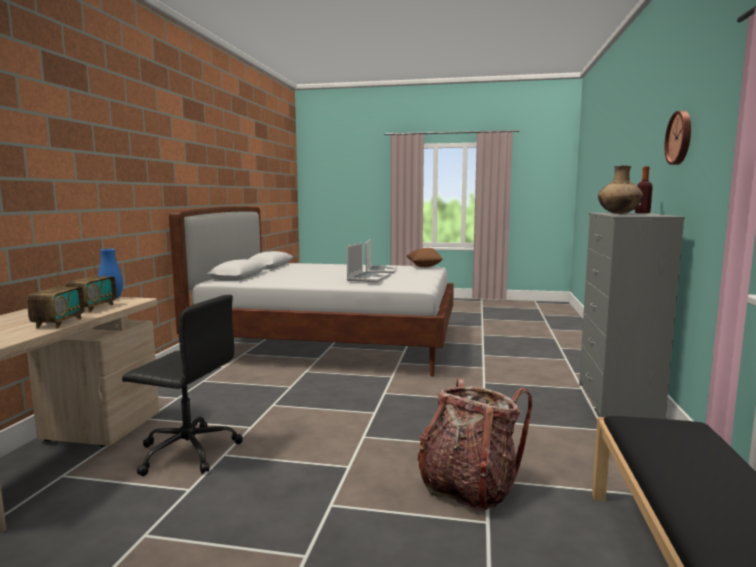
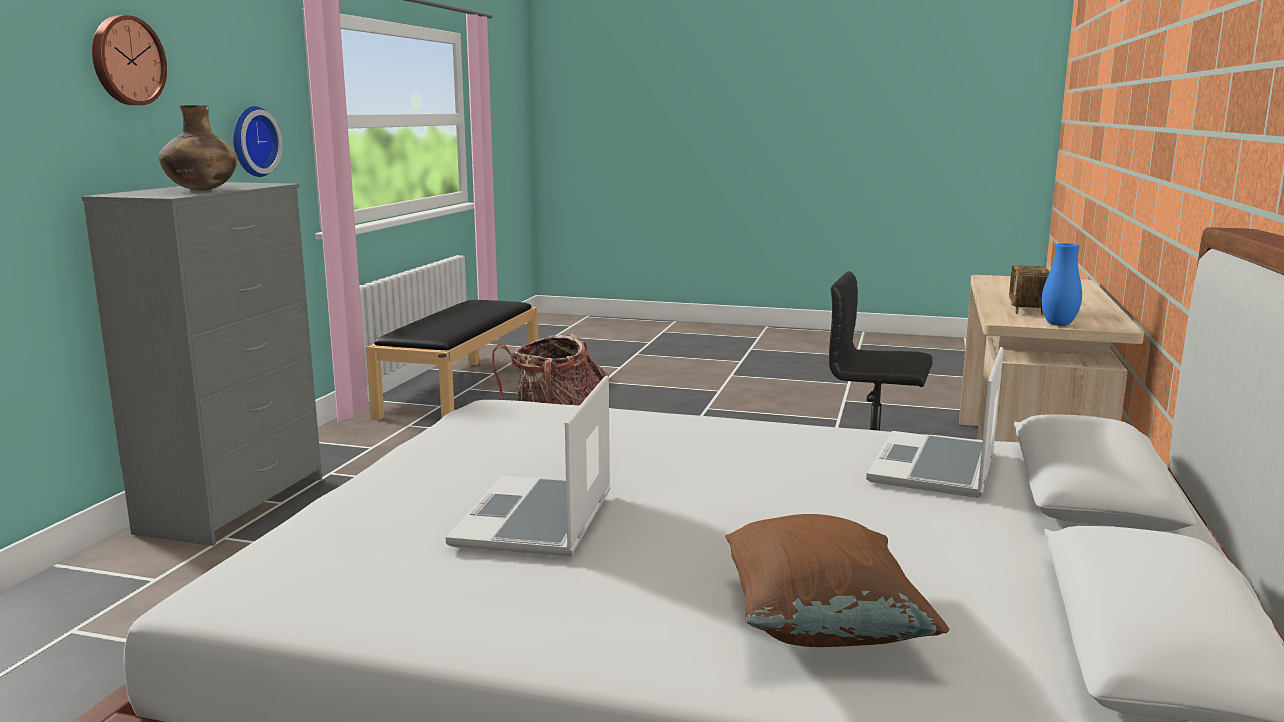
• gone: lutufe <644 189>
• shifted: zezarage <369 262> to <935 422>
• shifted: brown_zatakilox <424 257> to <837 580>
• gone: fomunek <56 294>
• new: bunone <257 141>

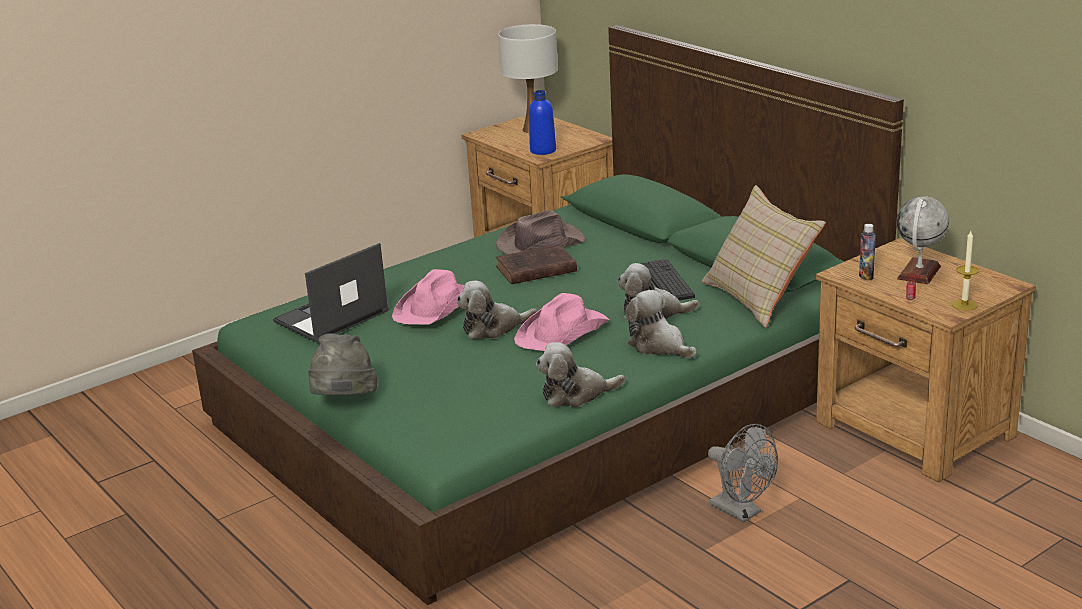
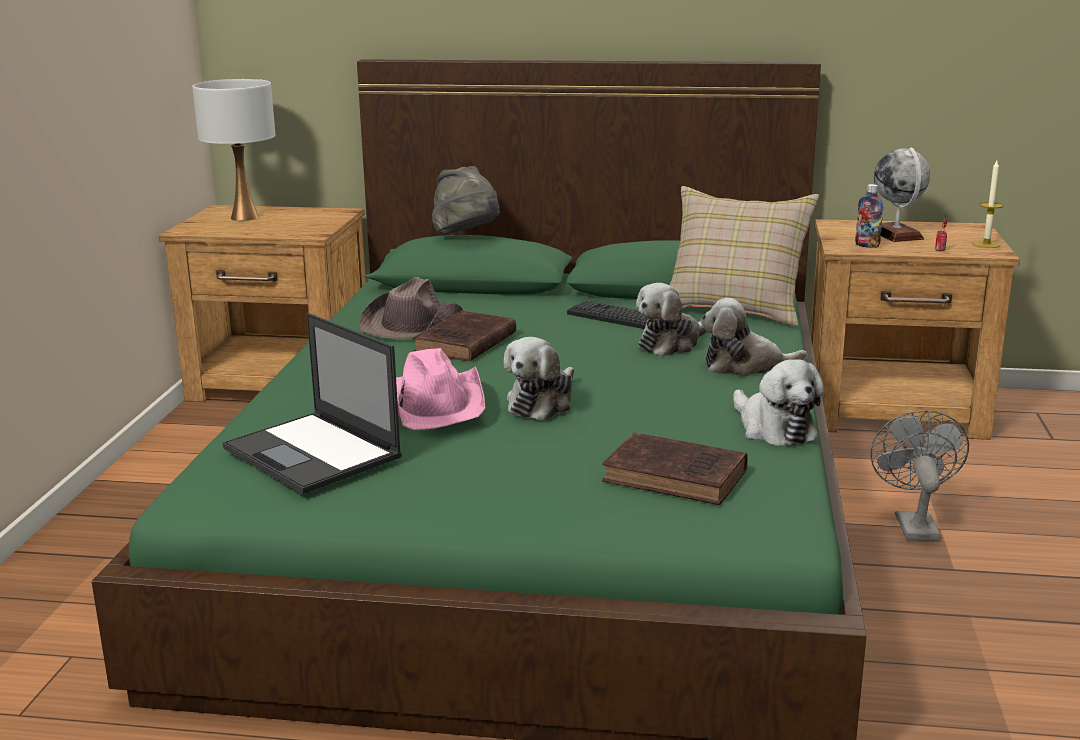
• gone: blue_lutufe <542 122>
• rotated: zezarage <331 293> = <312 403> 45 degrees counterclockwise
• gone: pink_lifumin <561 322>
• shifted: grey_lifumin <342 364> to <466 200>
• rotated: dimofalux <580 374> = <778 403> 60 degrees counterclockwise
• rotated: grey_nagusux <743 473> = <919 475> 90 degrees counterclockwise
• new: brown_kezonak <675 468>

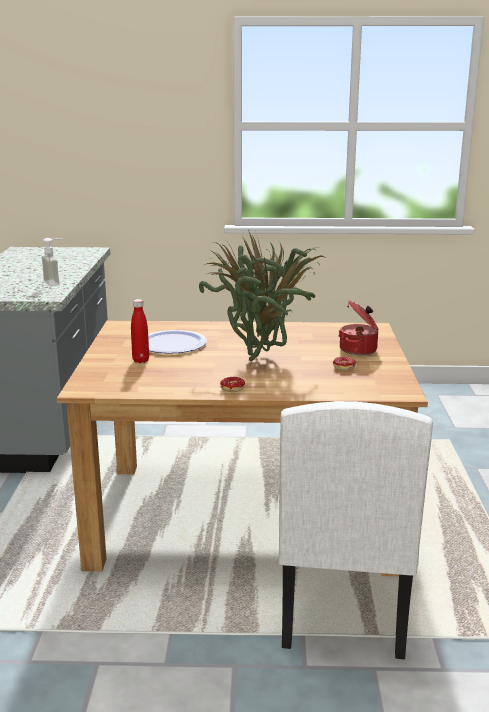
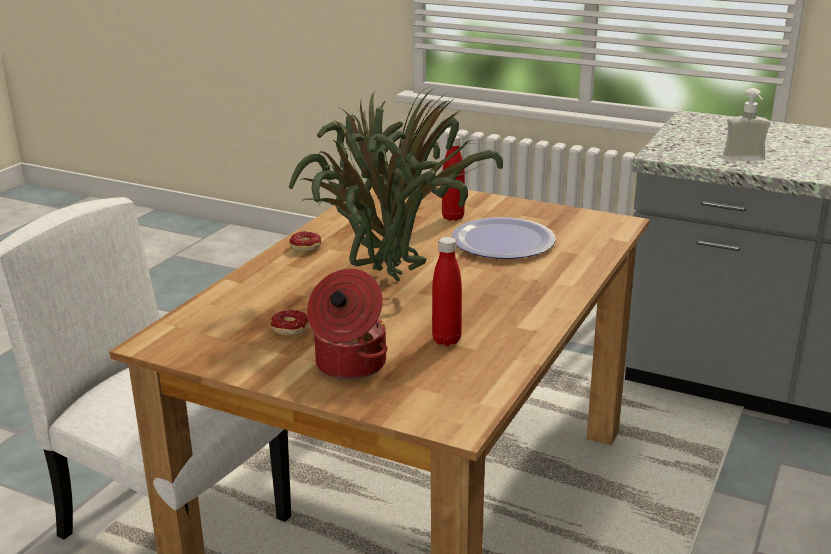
• new: red_lutufe <447 291>

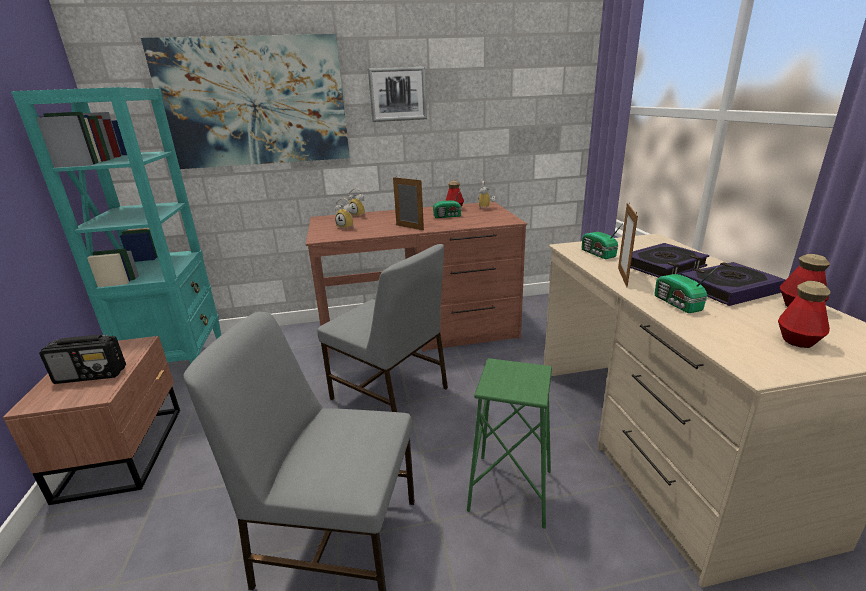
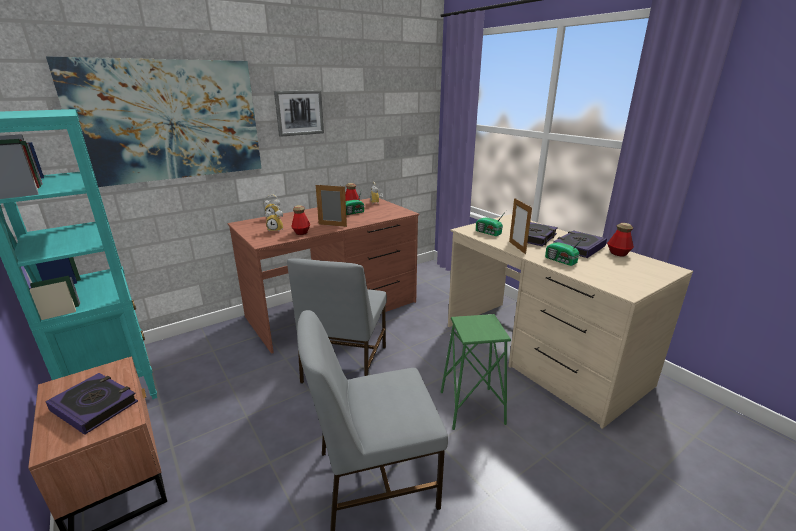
• rotated: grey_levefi <382 328> = <337 321> 90 degrees clockwise
• shifted: lutufe <804 314> to <300 220>
• swapped: fomunek <82 359> to kezonak <91 404>

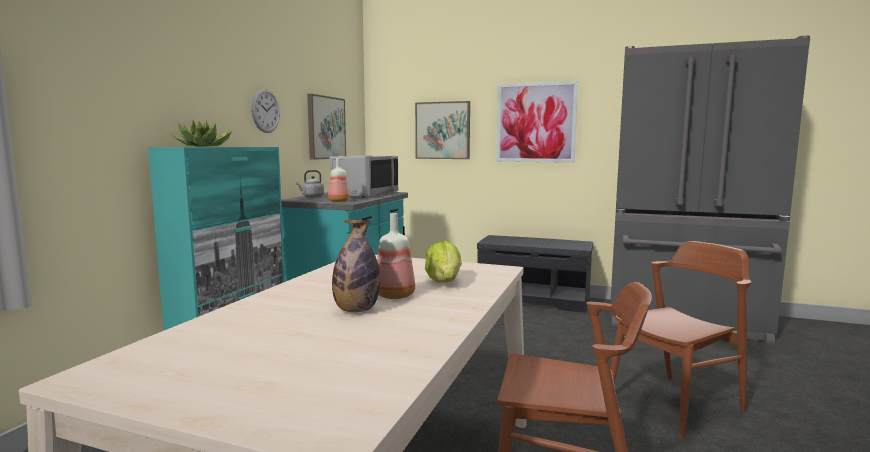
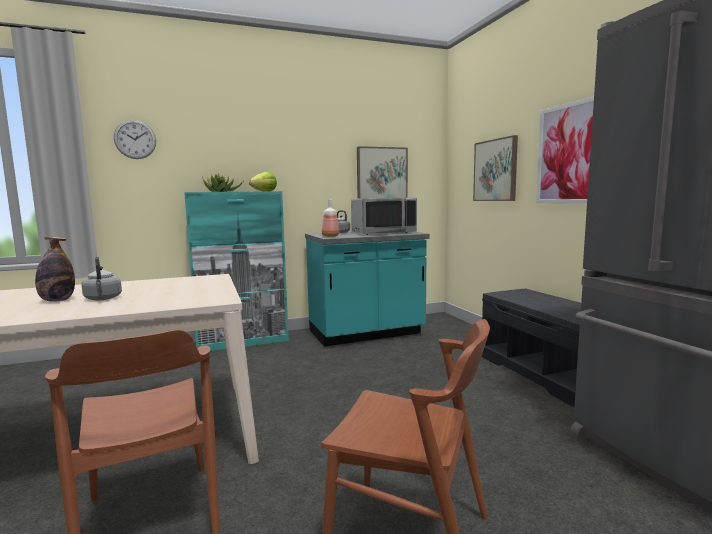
• shifted: bunone <265 111> to <135 139>
• swapped: lutufe <396 256> to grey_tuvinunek <102 278>
• shifted: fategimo <443 261> to <263 181>

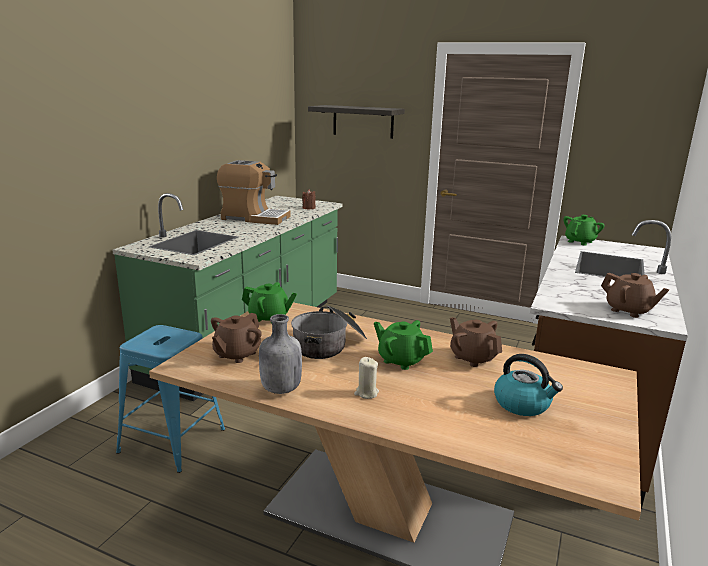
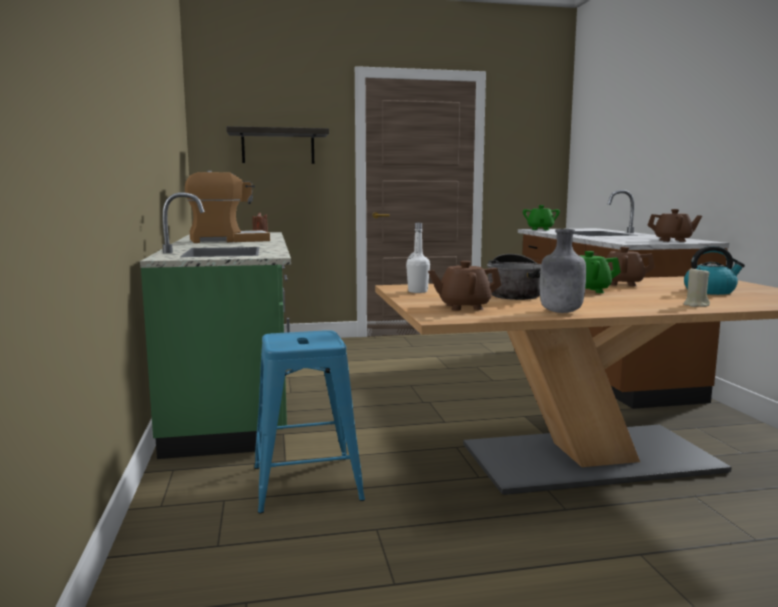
• swapped: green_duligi <269 302> to white_lutufe <418 258>
• rotated: brown_duligi <236 338> = <464 286> 90 degrees clockwise
• shifted: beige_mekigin <366 378> to <697 287>

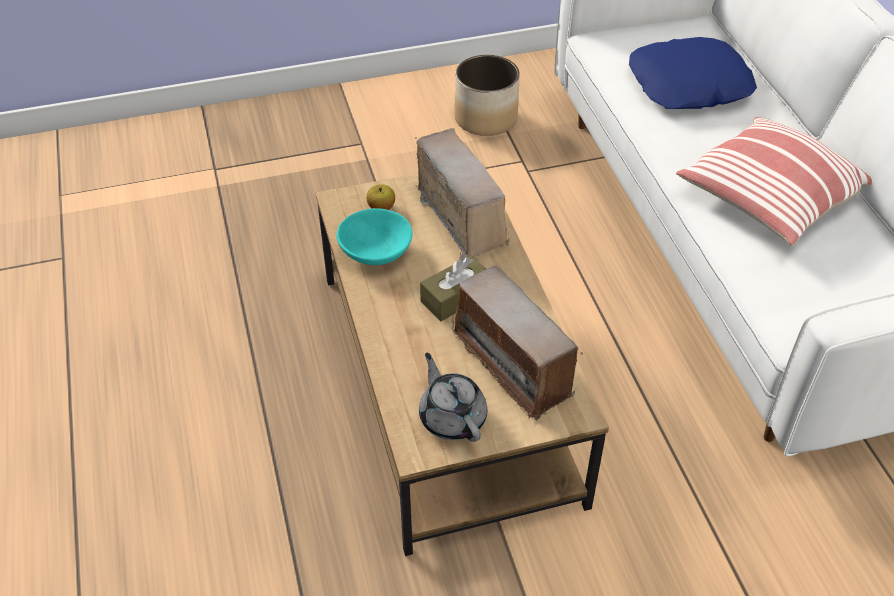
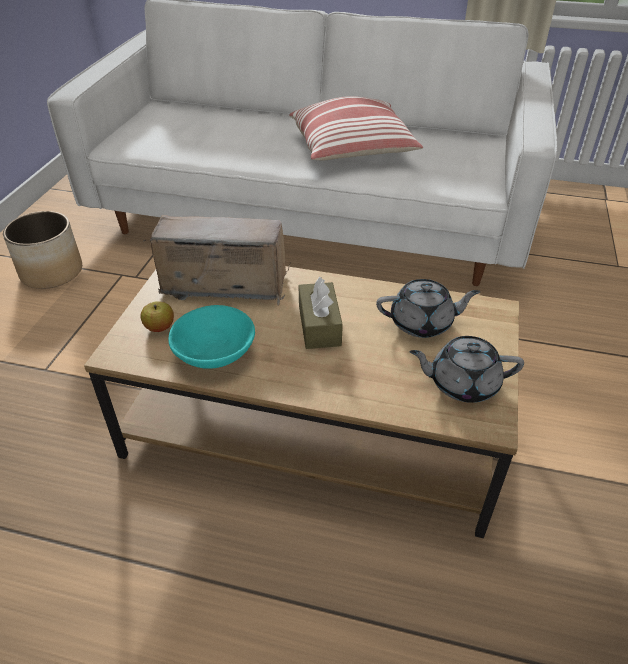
• gone: blue_zatakilox <693 73>
• swapped: fomunek <517 343> to grey_duligi <428 308>

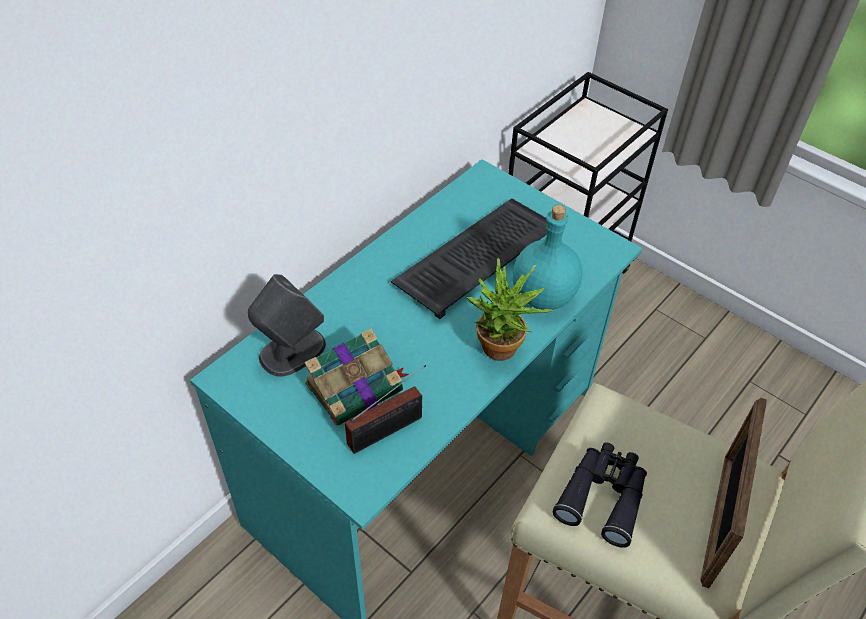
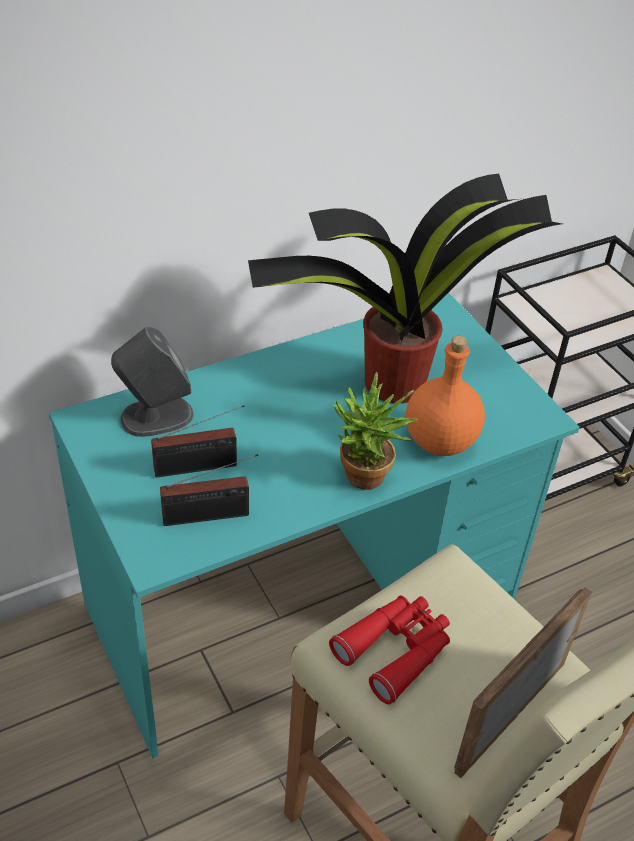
• swapped: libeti <469 258> to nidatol <405 289>
• repainted: turquoise_lutufe <547 257> to orange_lutufe <445 396>
• swapped: kezonak <356 377> to fomunek <198 441>
• repainted: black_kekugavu <599 495> to red_kekugavu <389 650>

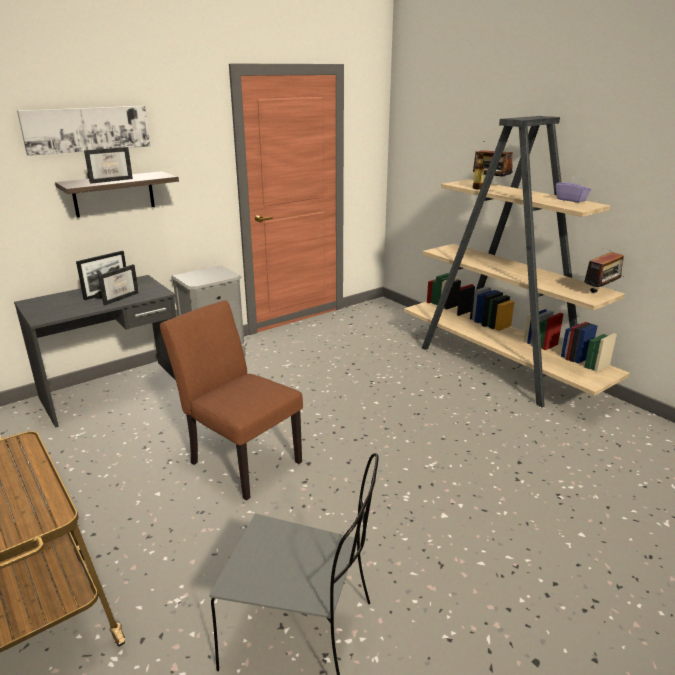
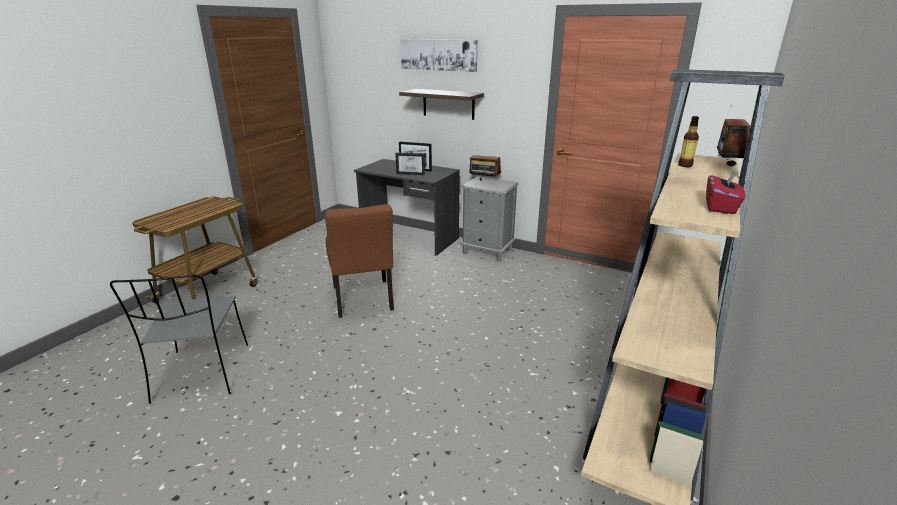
• gone: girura <108 165>
• repainted: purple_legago <573 189> to red_legago <725 192>
• shifted: fomunek <603 272> to <485 168>
• rotated: brown_levefi <231 400> = <359 261> 150 degrees clockwise

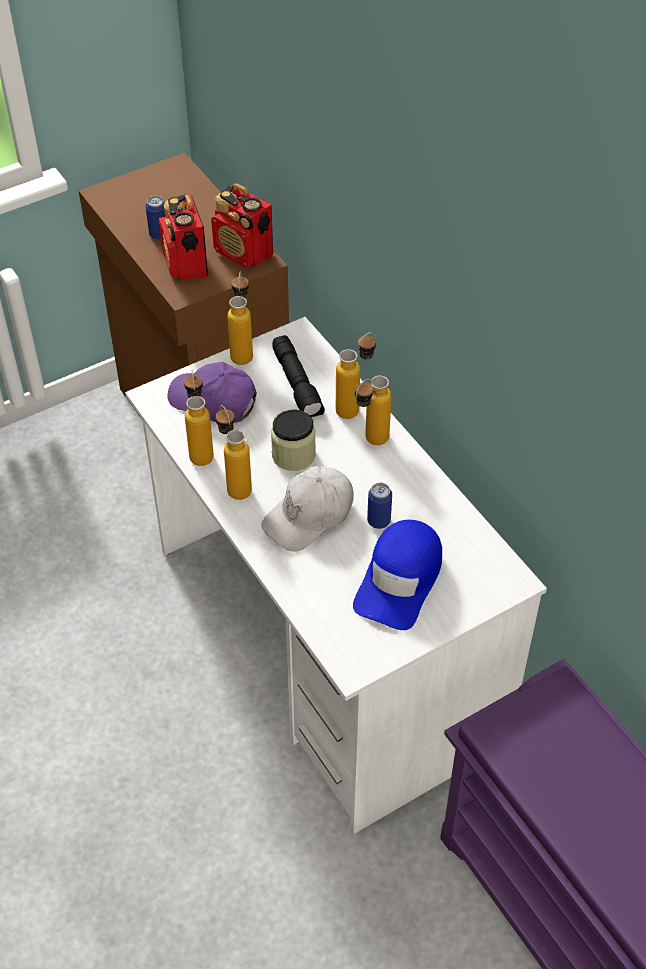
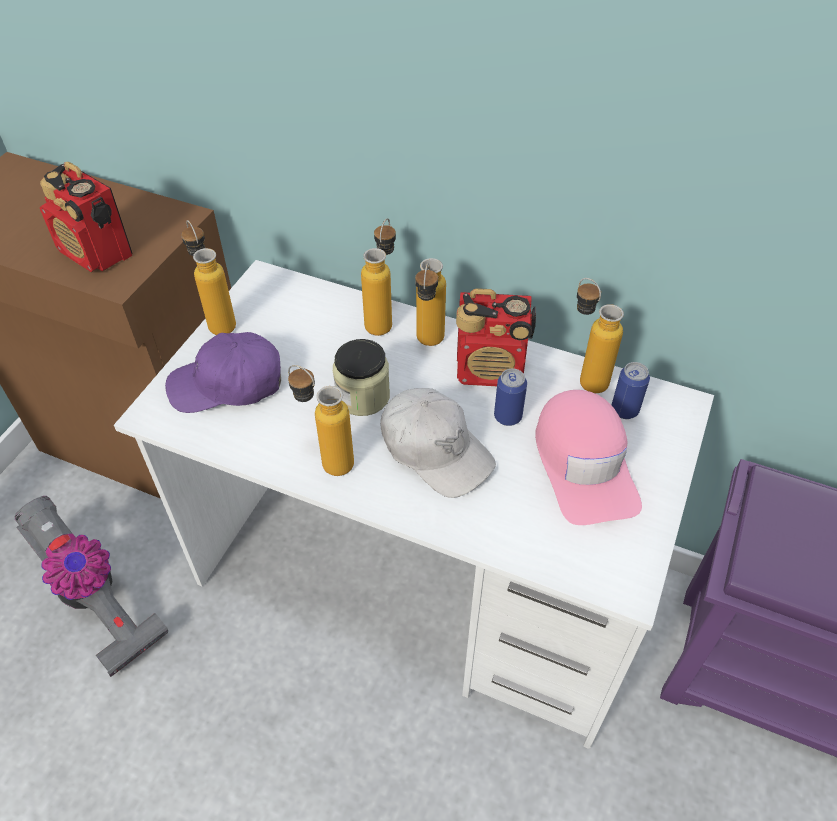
• shifted: fomunek <242 225> to <496 337>
• shifted: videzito <155 218> to <631 390>
• gone: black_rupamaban <298 376>
• shifted: lutufe <199 418> to <600 335>
• rotated: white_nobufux <307 509> = <438 443> 60 degrees counterclockwise
• repainted: blue_nobufux <397 575> to pink_nobufux <588 457>
• new: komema <91 586>

